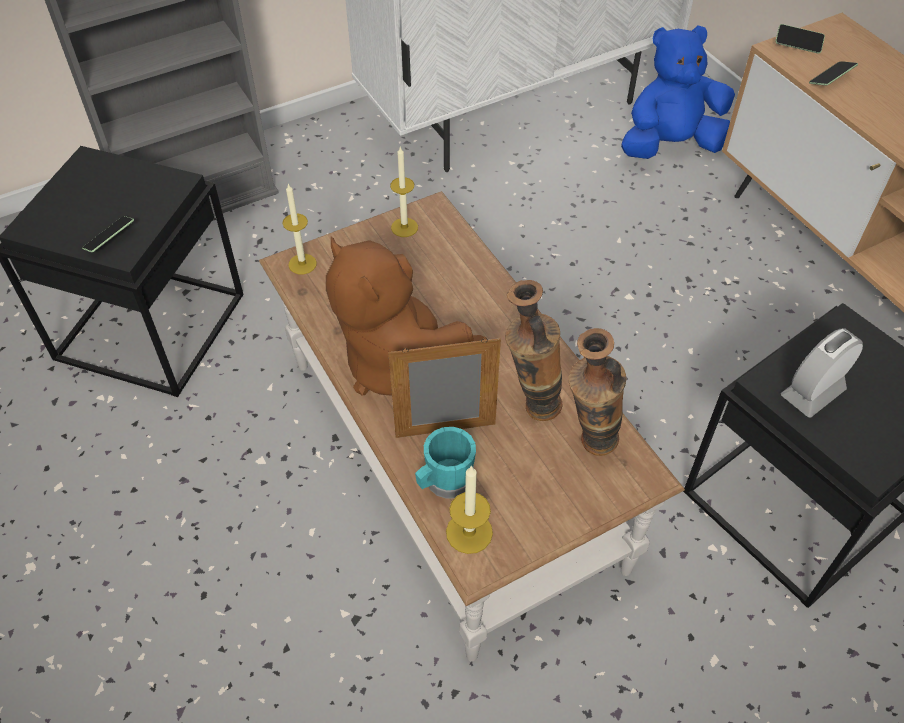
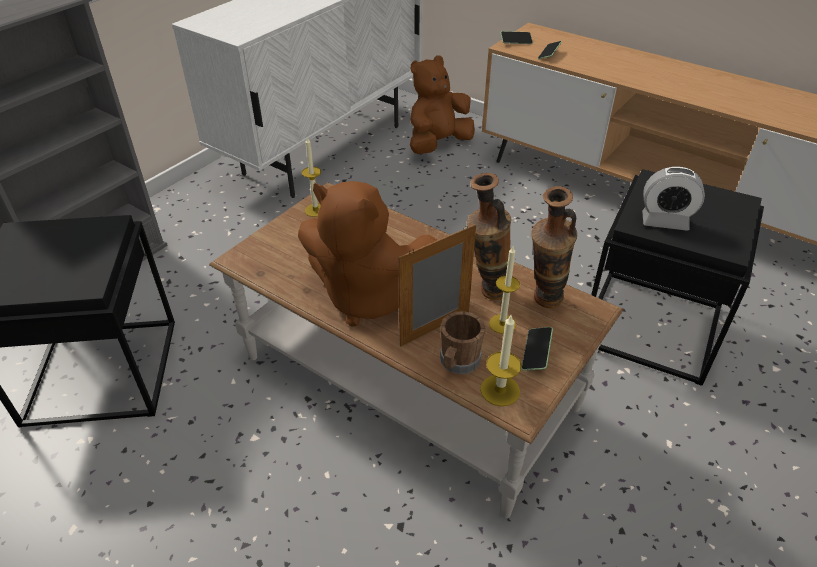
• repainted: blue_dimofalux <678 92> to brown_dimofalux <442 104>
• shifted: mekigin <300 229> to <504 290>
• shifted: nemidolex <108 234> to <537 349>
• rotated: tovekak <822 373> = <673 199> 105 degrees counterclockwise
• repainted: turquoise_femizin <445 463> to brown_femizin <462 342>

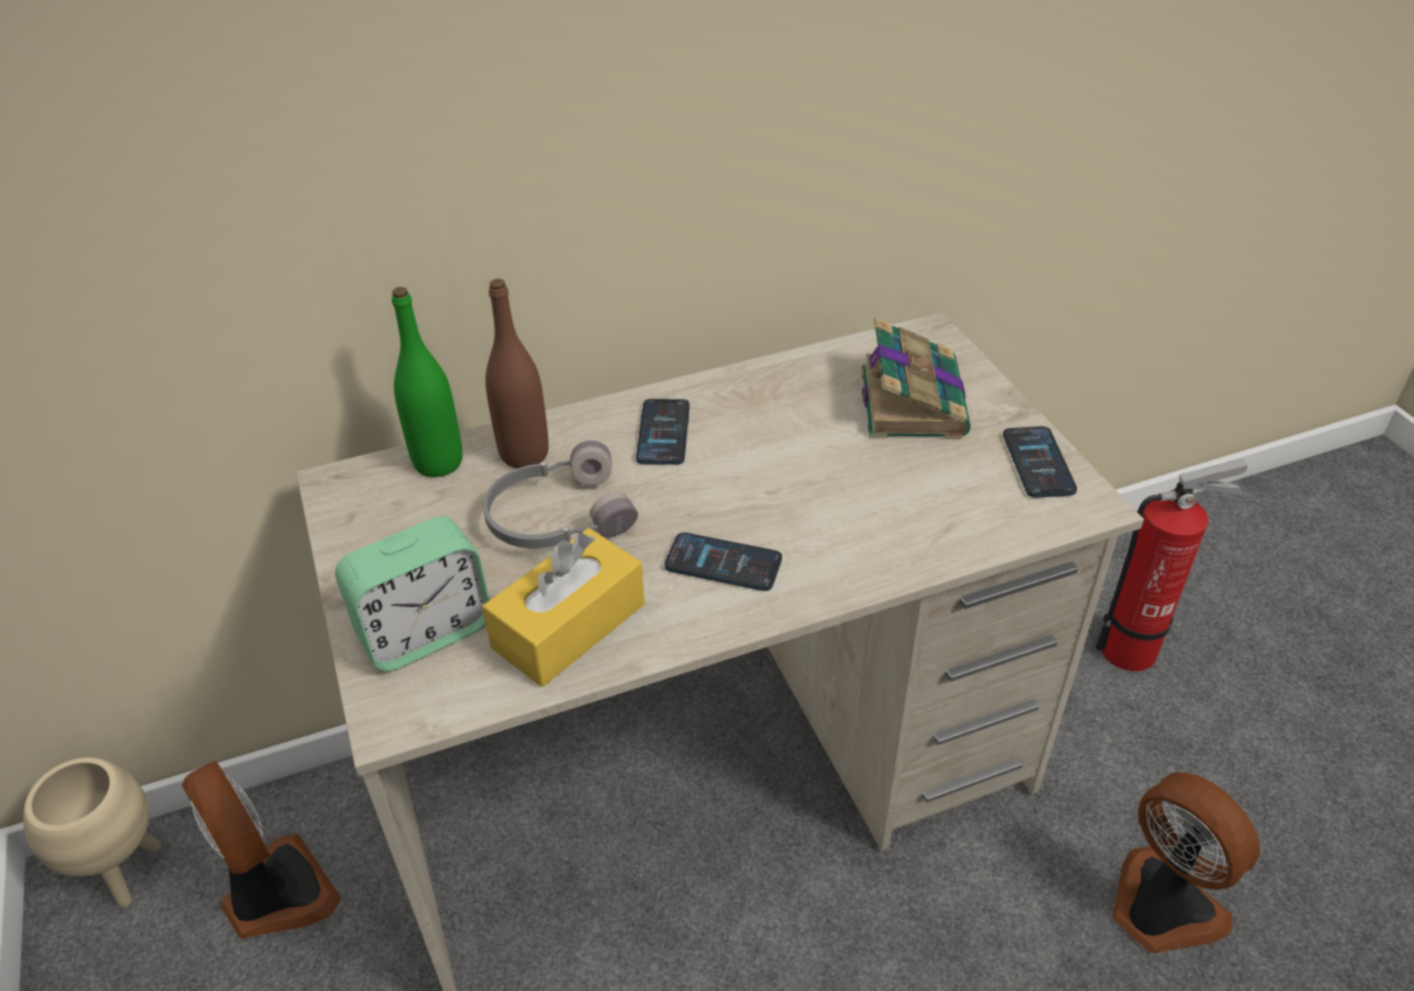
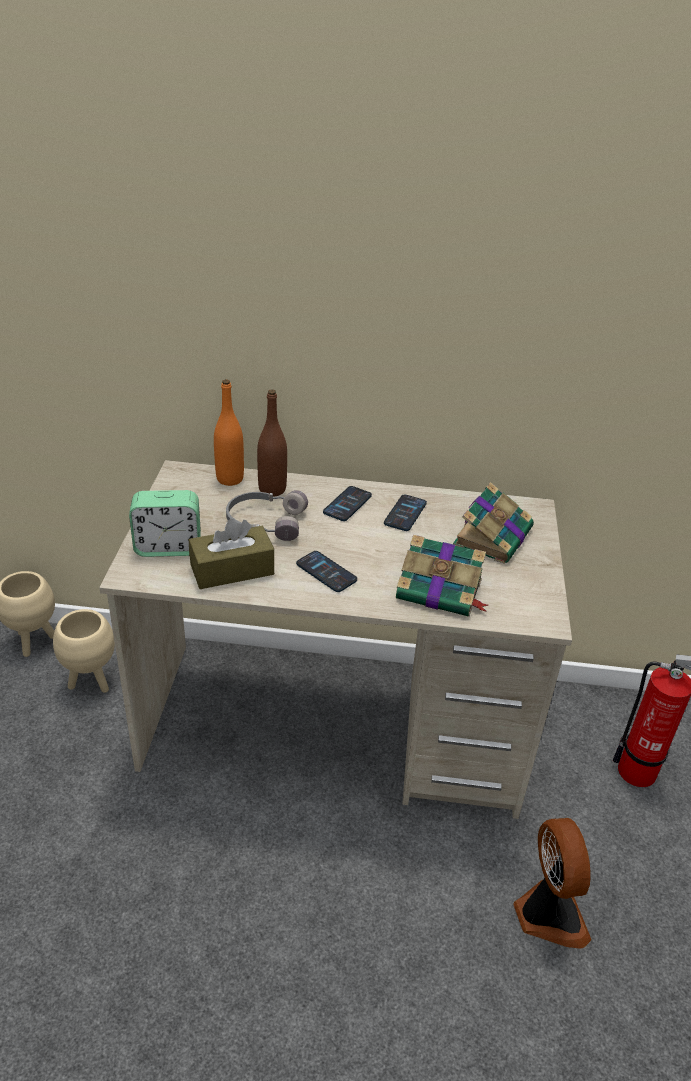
• repainted: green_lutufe <427 382> to orange_lutufe <229 432>
• shifted: nemidolex <1040 462> to <405 513>
• repainted: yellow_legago <563 607> to brown_legago <231 554>
• swapped: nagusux <261 849> to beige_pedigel <84 651>
• new: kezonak <442 576>

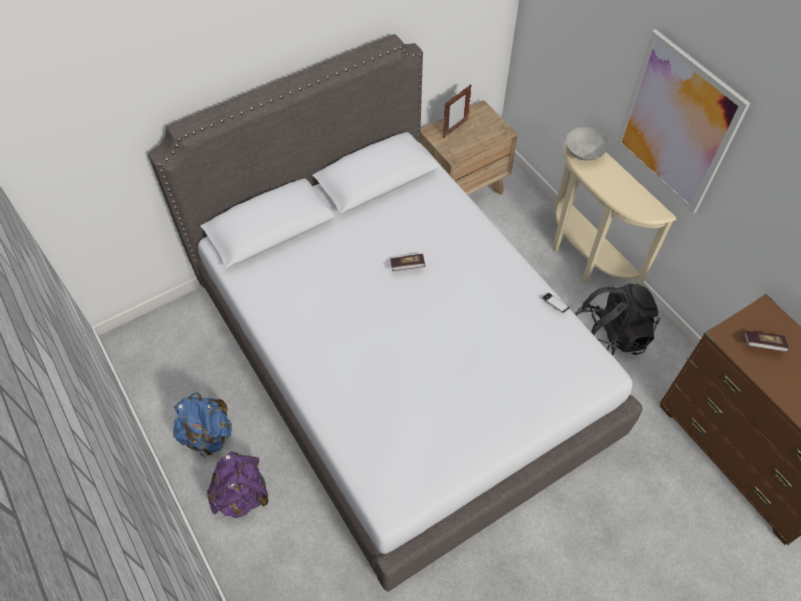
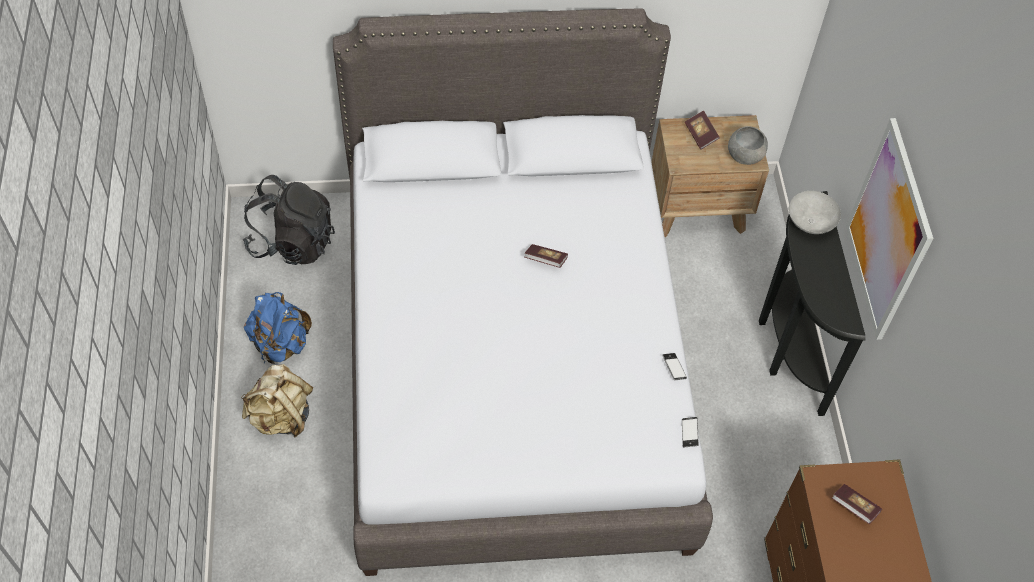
• swapped: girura <457 111> to kezonak <702 130>
• repainted: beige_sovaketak <614 206> to black_sovaketak <812 303>
• shifted: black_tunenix <617 319> to <289 220>
• repainted: purple_tunenix <237 484> to beige_tunenix <277 400>
• new: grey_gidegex <748 145>
• new: nemidolex <690 432>

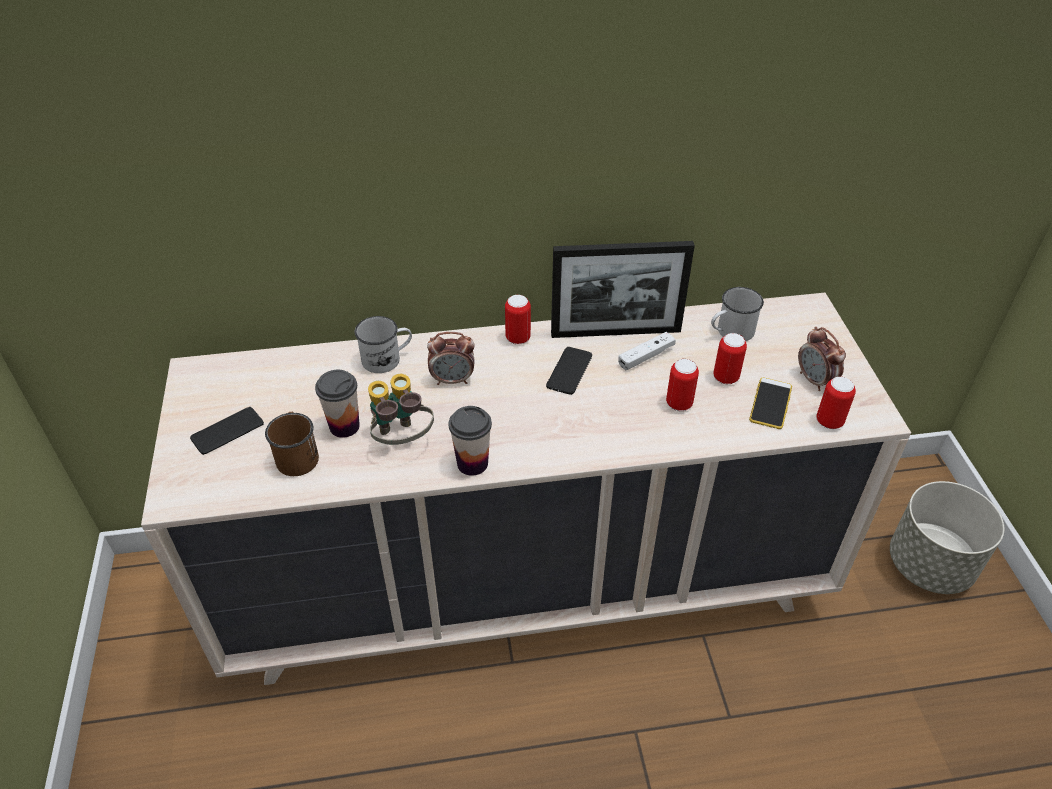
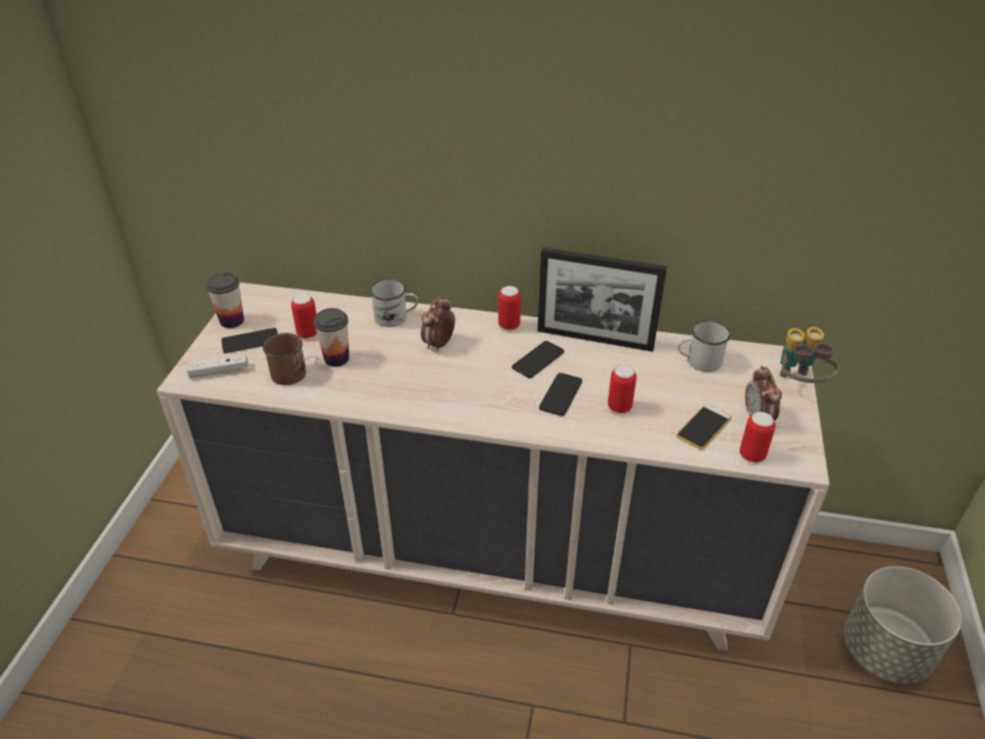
• rotated: tovekak <451 358> = <438 324> 105 degrees clockwise
• shifted: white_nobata <647 351> to <217 366>
• shifted: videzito <730 358> to <304 316>
• shifted: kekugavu <401 409> to <809 355>
• shifted: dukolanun <470 441> to <225 300>
• new: nemidolex <560 394>

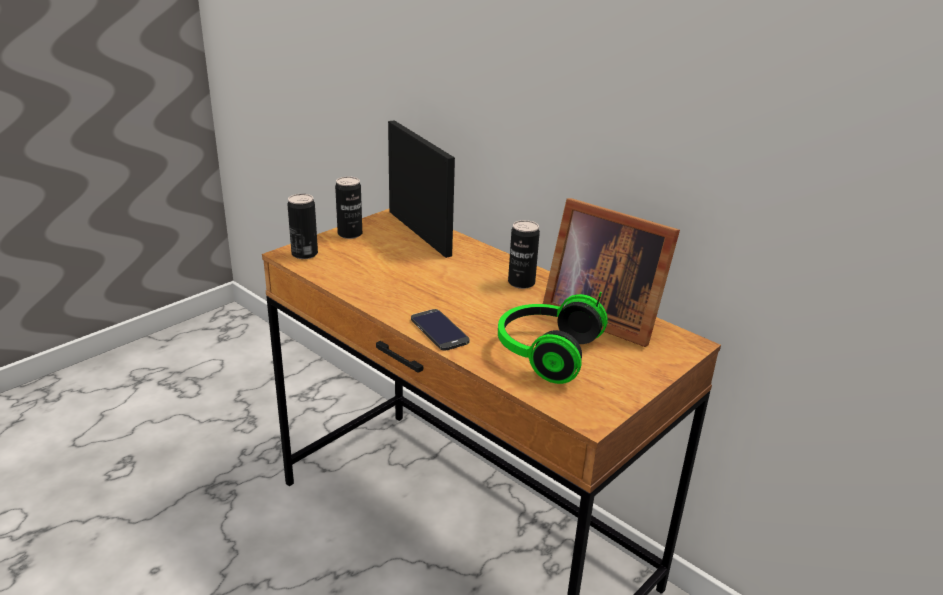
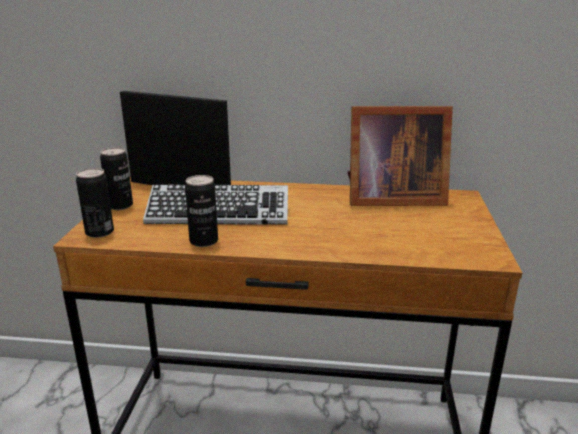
• shifted: videzito <524 254> to <201 211>
• gone: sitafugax <553 337>
• gone: nemidolex <440 330>
• new: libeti <215 205>

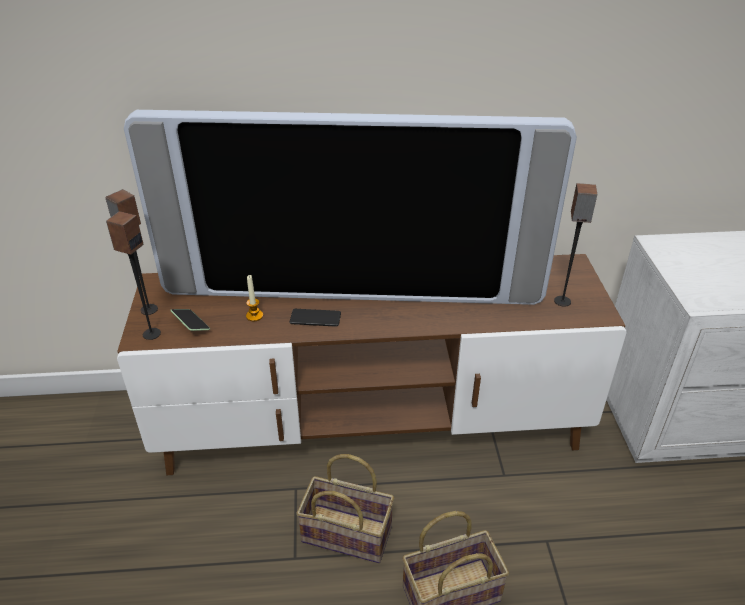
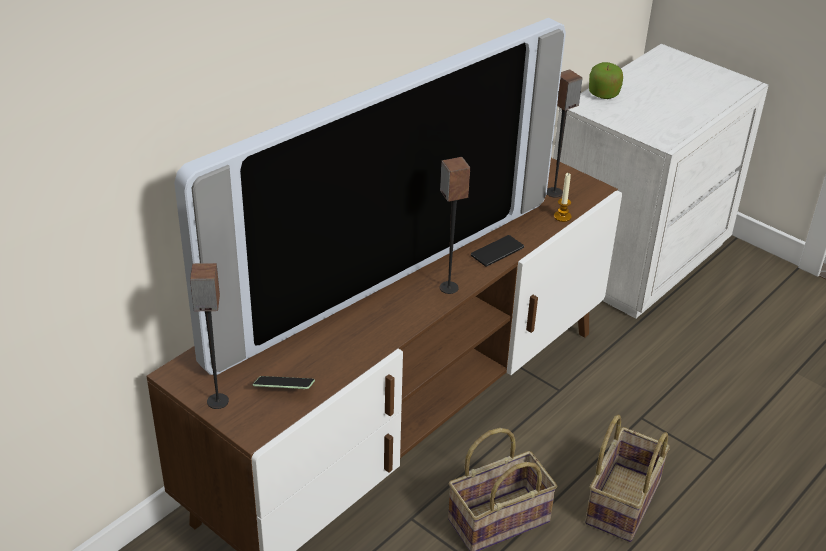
• shifted: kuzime <133 275> to <454 225>
• shifted: mekigin <254 298> to <563 197>
• shifted: nemidolex <315 318> to <497 250>
• new: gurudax <606 80>

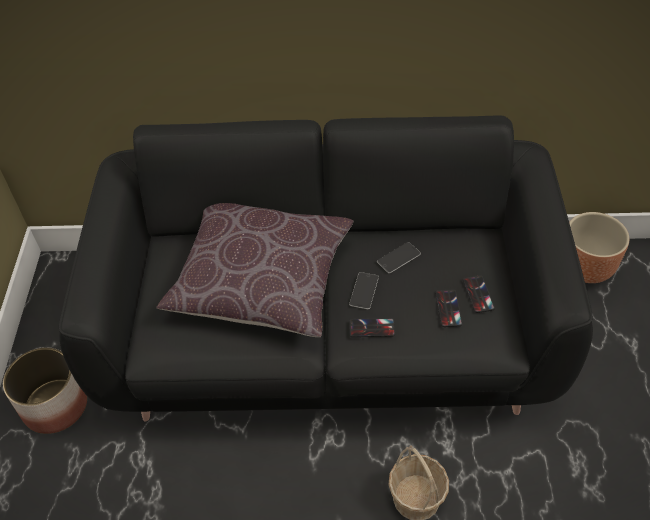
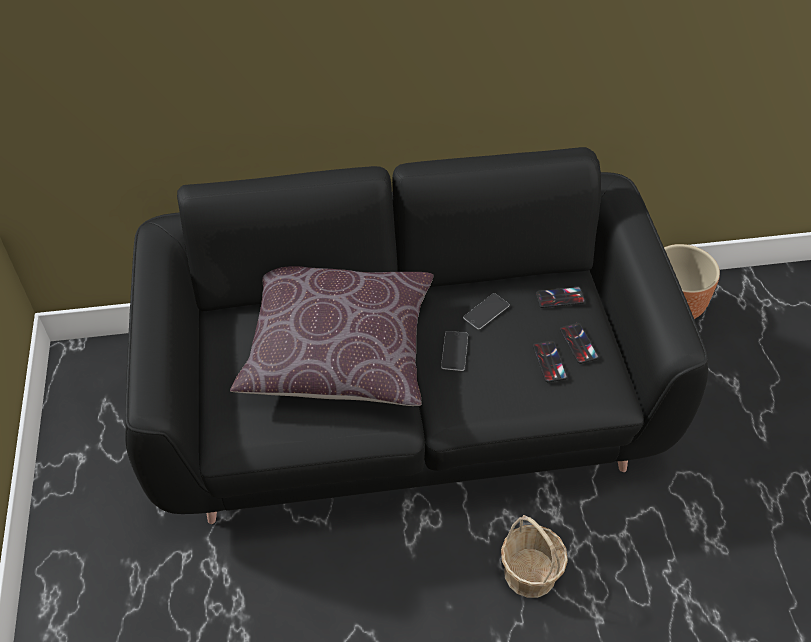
• shifted: nemidolex <372 327> to <560 297>
• gone: pedigel <45 390>

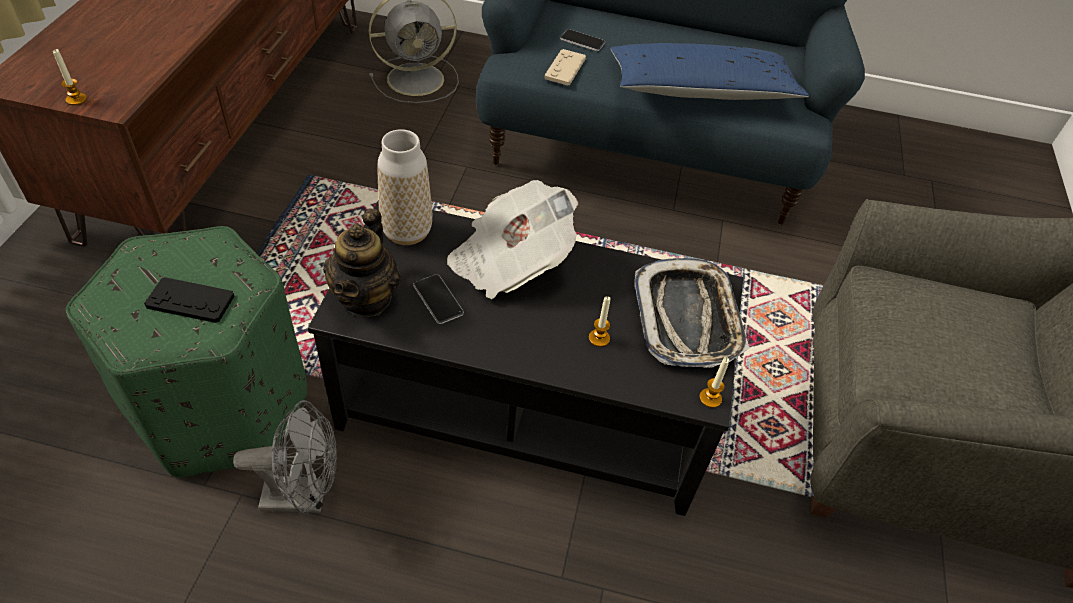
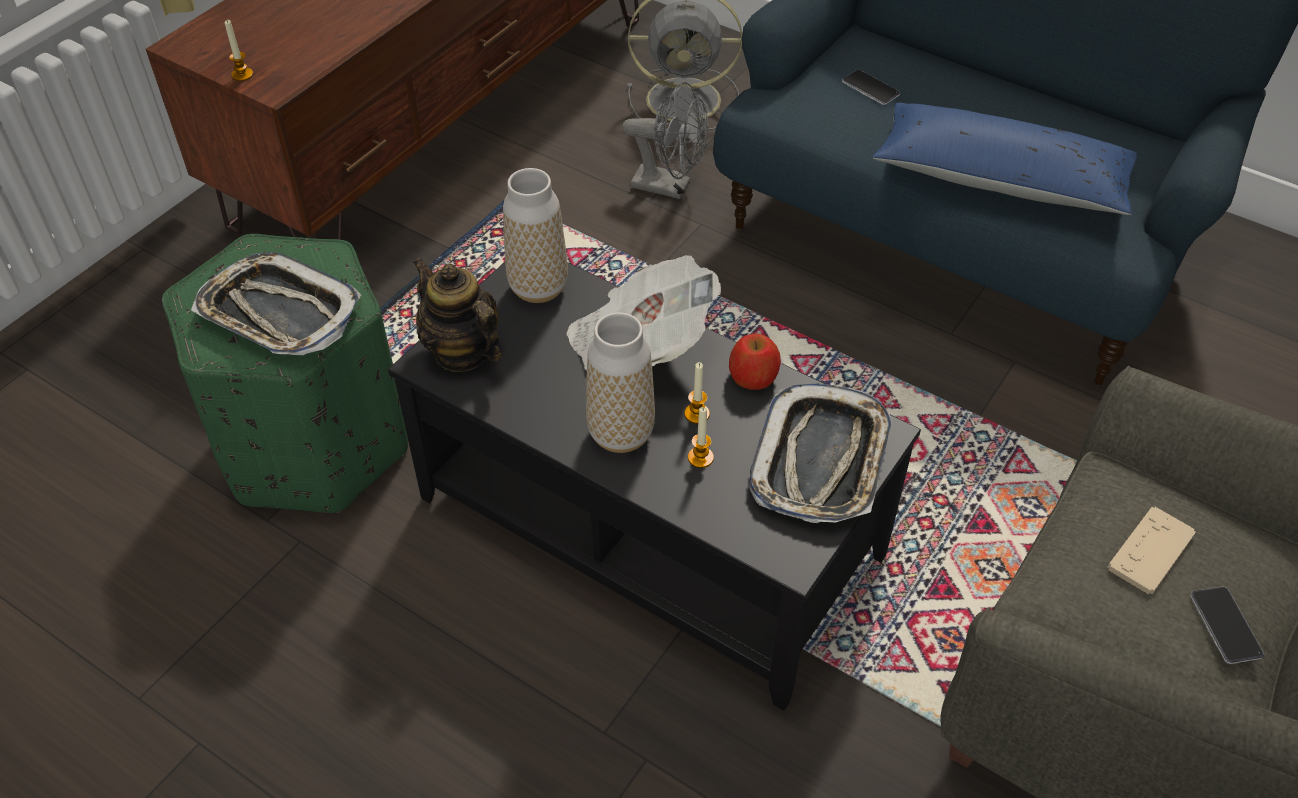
• shifted: beige_nobata <565 67> to <1151 551>
• rotated: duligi <362 262> = <456 314> 105 degrees clockwise
• shifted: nemidolex <438 299> to <1227 625>
• swapped: black_nobata <189 300> to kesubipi <276 303>
• shifted: mekigin <714 382> to <697 393>
• shifted: grey_nagusux <285 457> to <665 140>
• new: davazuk <620 382>
• new: gurudax <755 362>

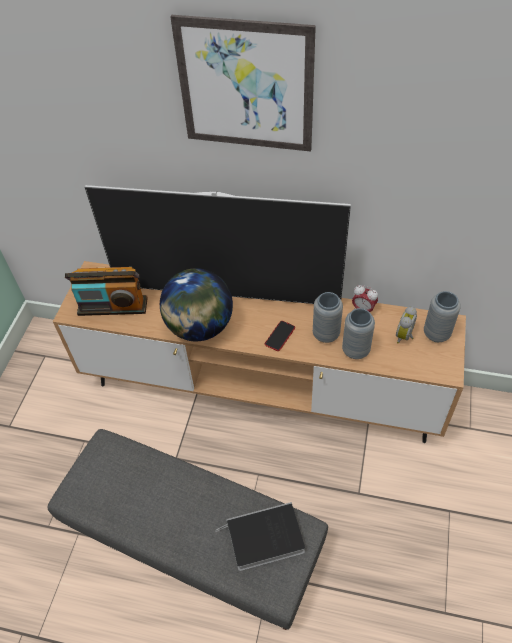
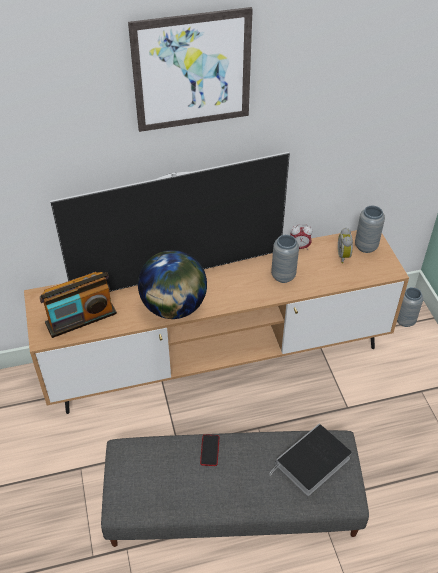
• shifted: grey_davazuk <358 333> to <410 307>
• shifted: nemidolex <280 336> to <209 450>

